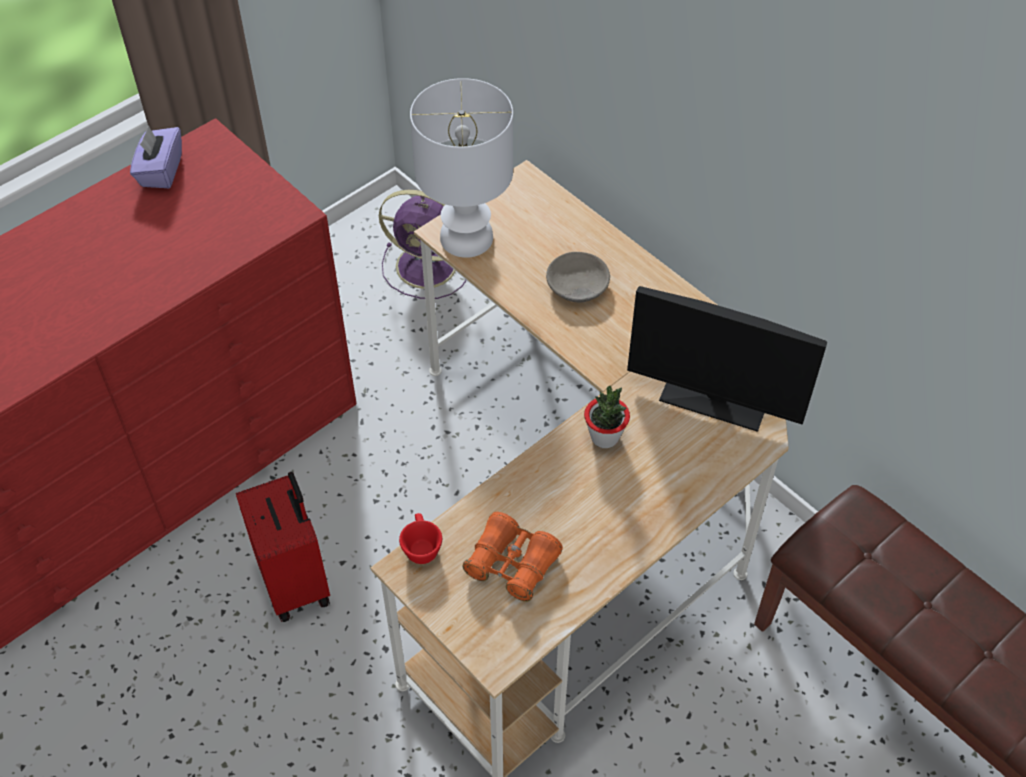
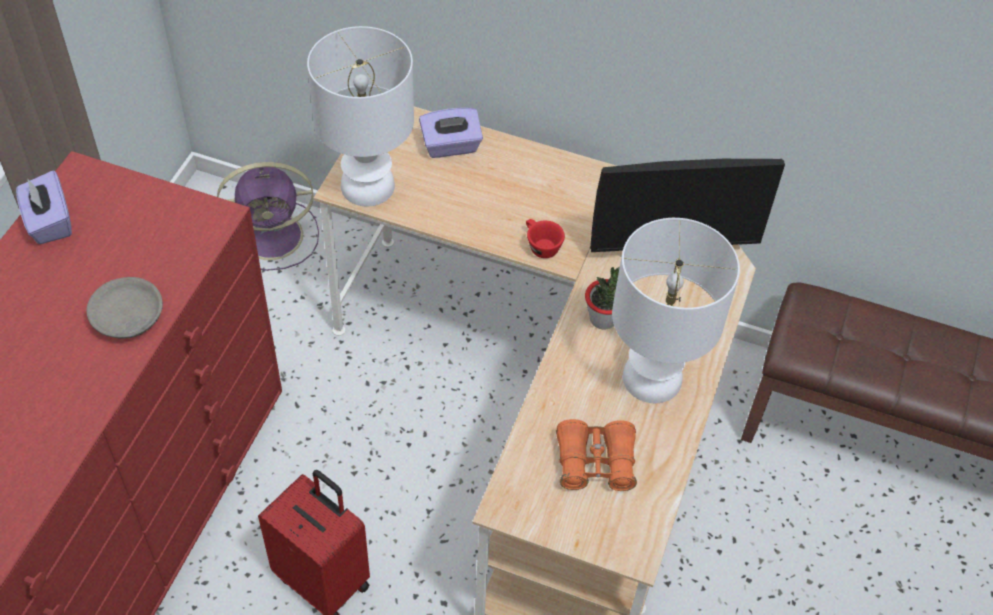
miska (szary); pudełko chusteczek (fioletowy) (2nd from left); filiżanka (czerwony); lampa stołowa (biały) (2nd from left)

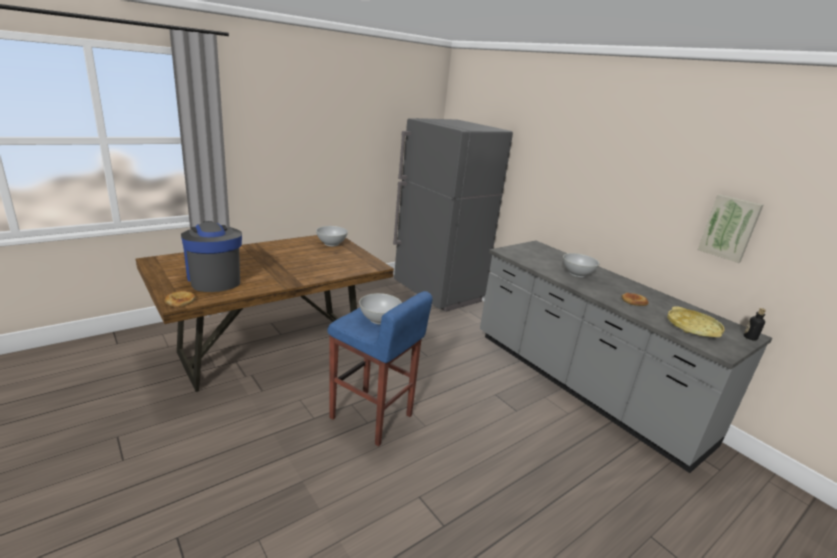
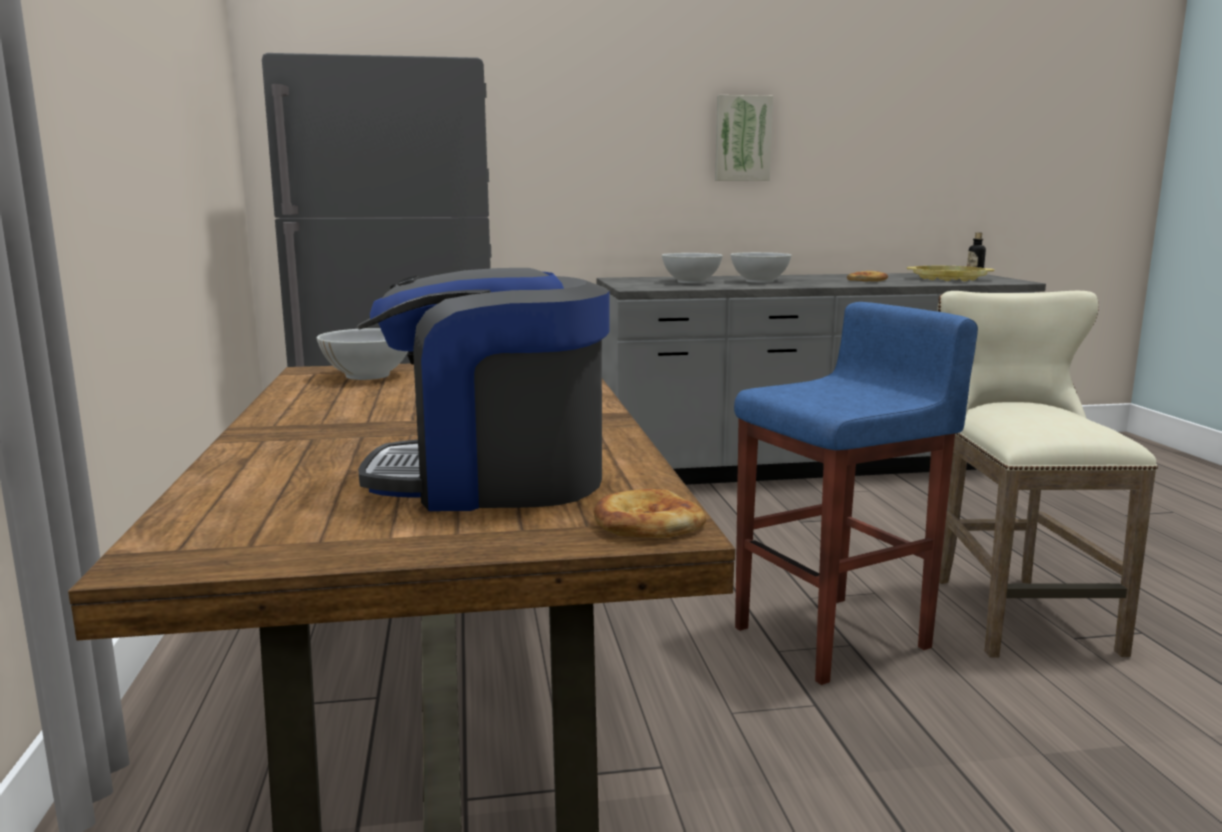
miska (biały) (2nd from left); obraz; stołek (beżowy)

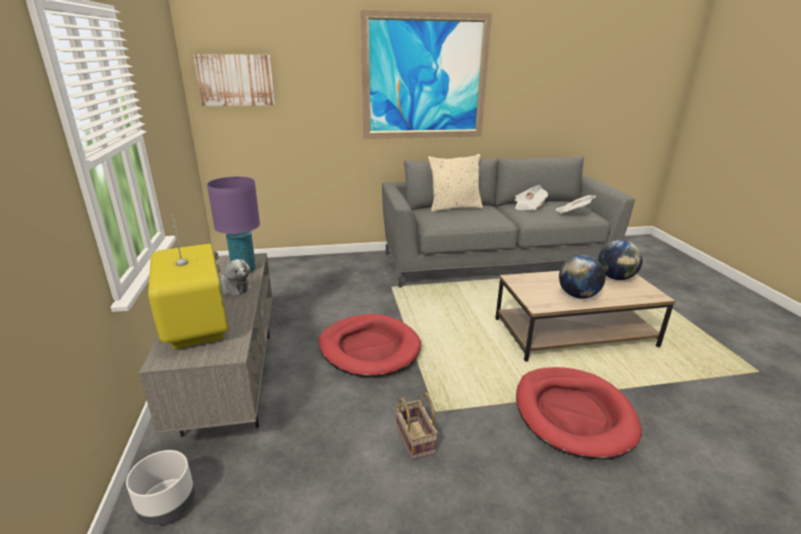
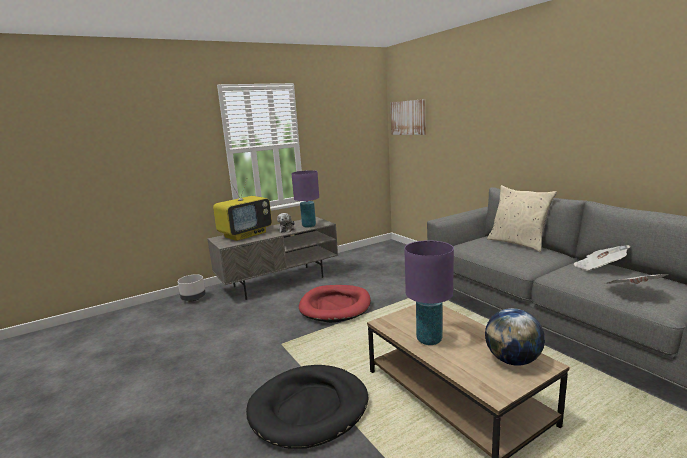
legowisko (czarny); lampa stołowa (fioletowy) (2nd from left); obraz (2nd from left in the first image); koszyk

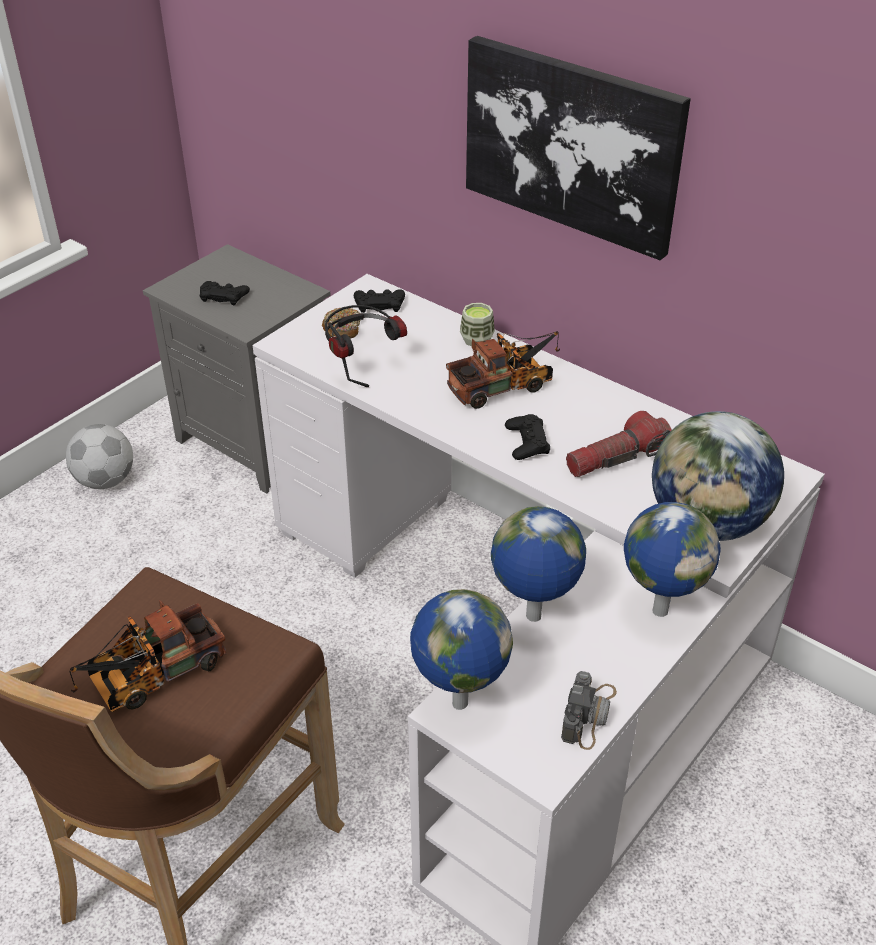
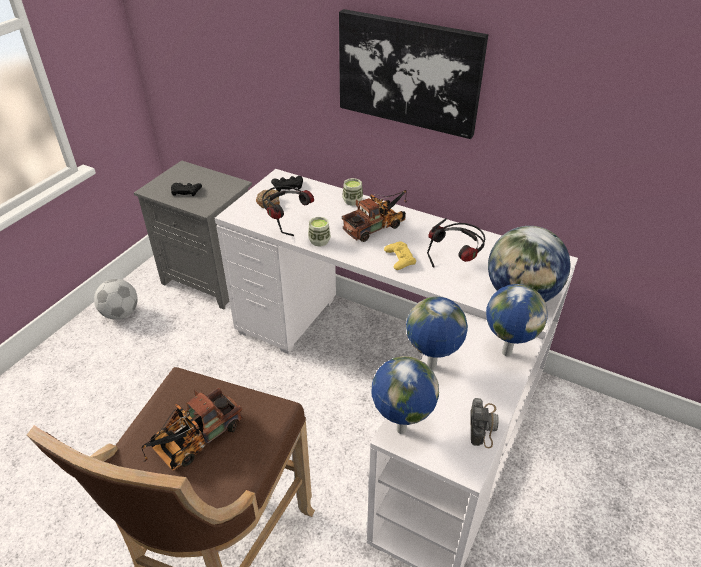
filiżanka (1st from left); pad do gier (żółty); słuchawki (2nd from left)

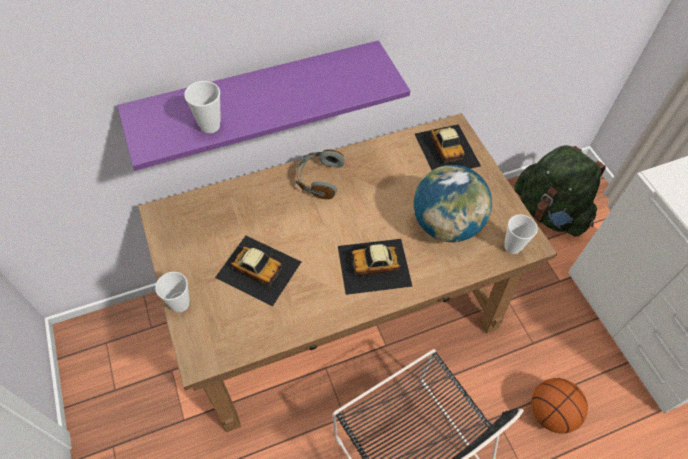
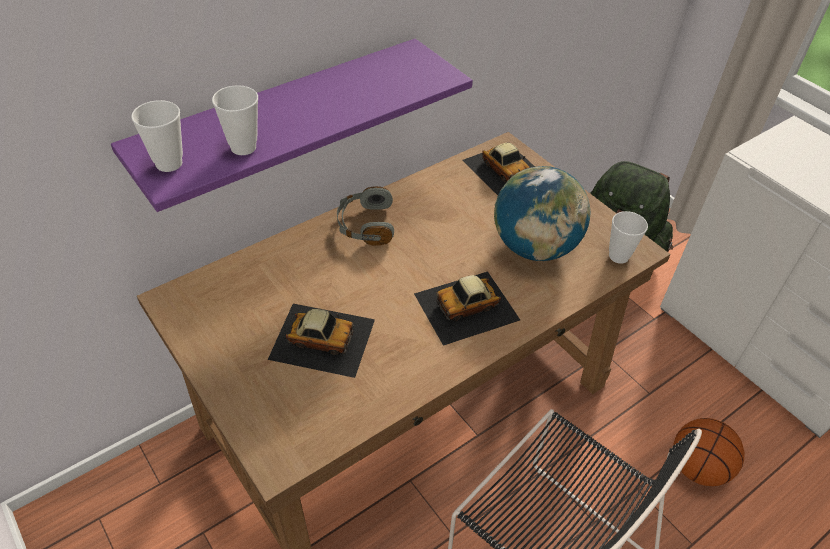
filiżanka (1st from left)

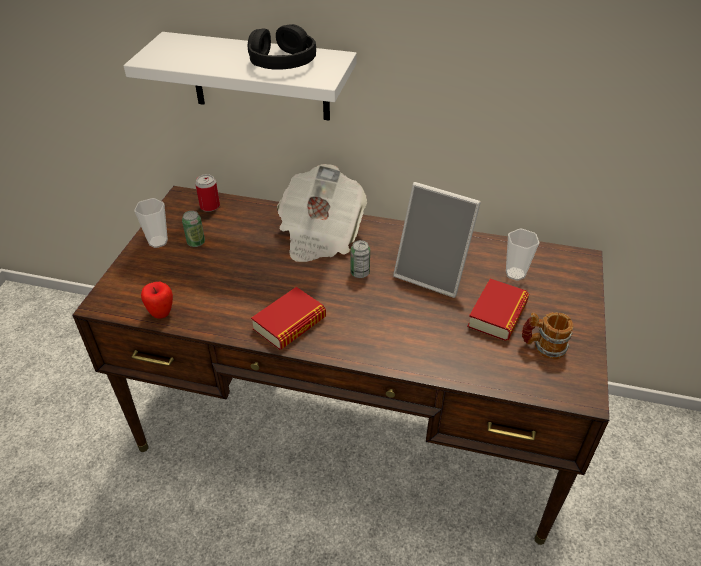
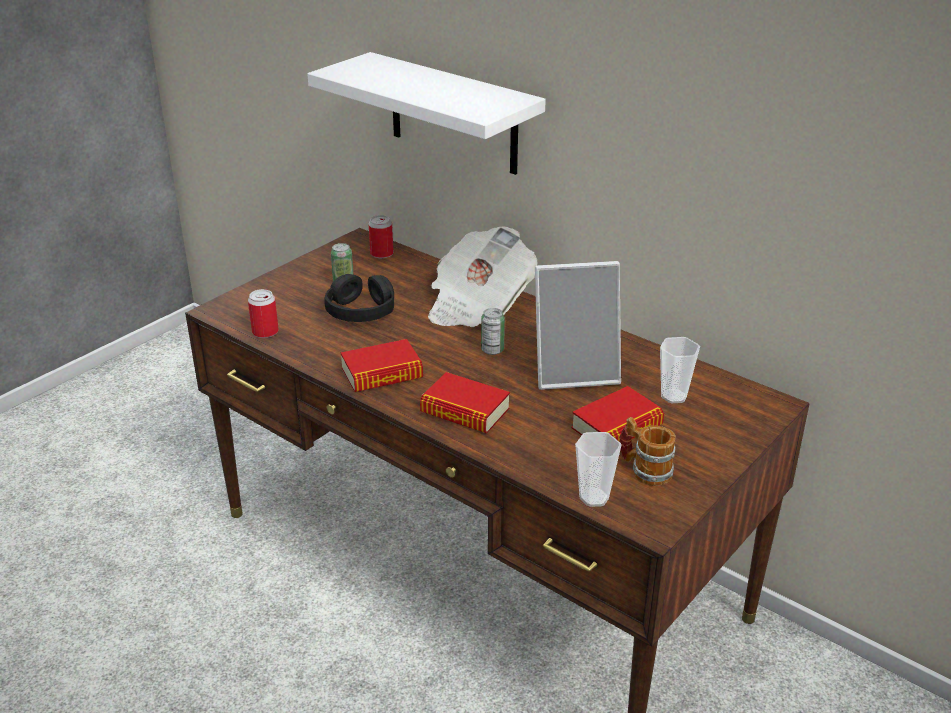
puszka (1st from left); słuchawki (czarny); książka (2nd from left); ramka na zdjęcie; filiżanka (1st from left)

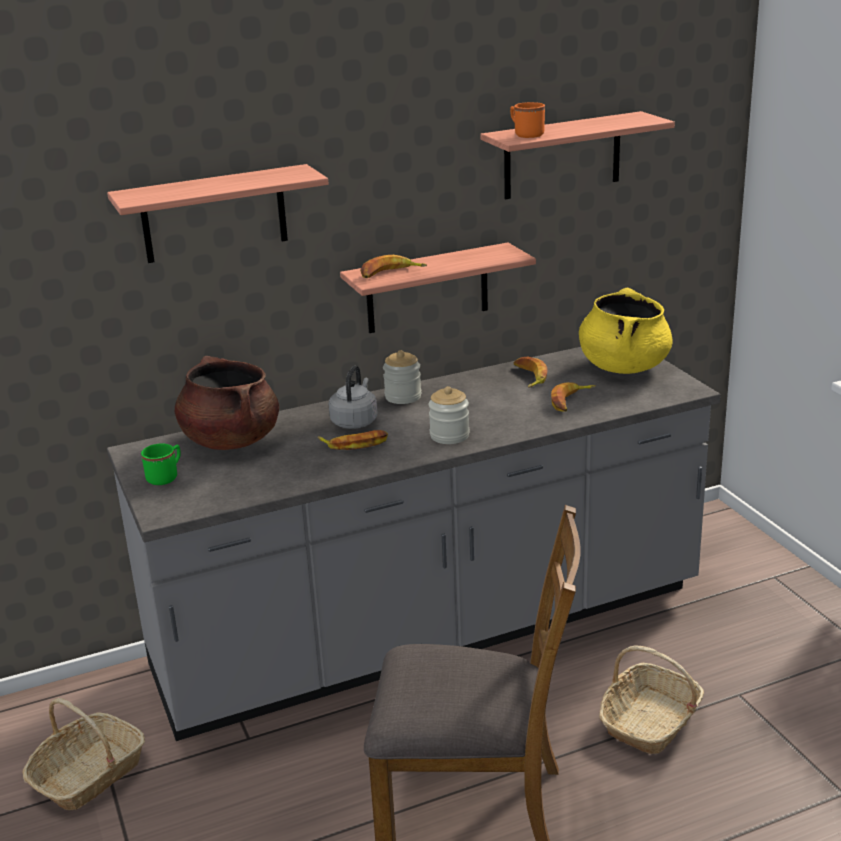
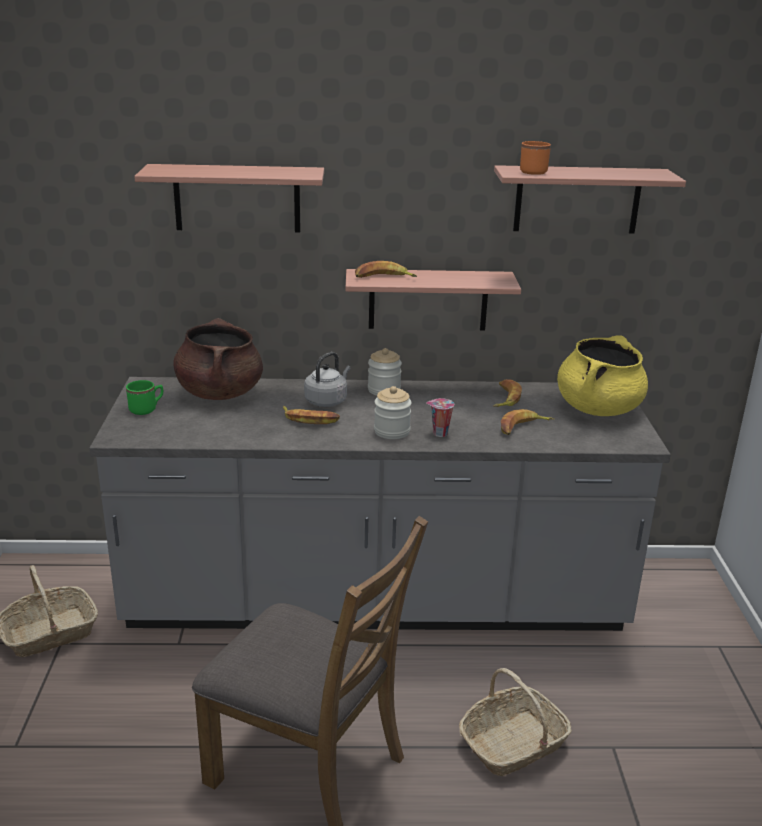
filiżanka

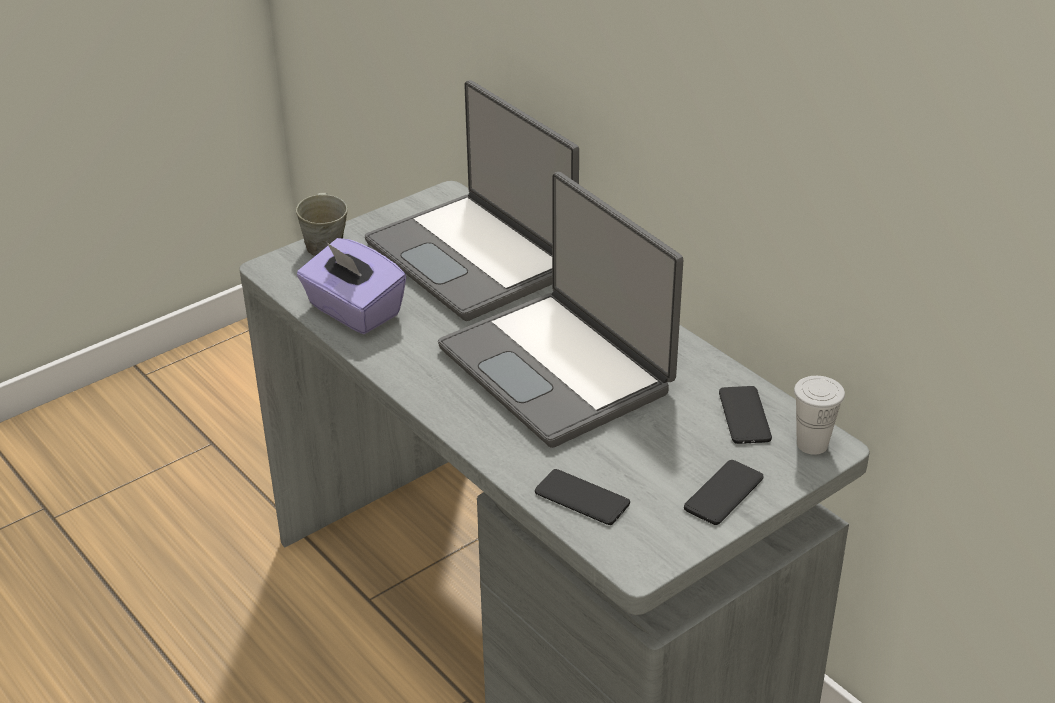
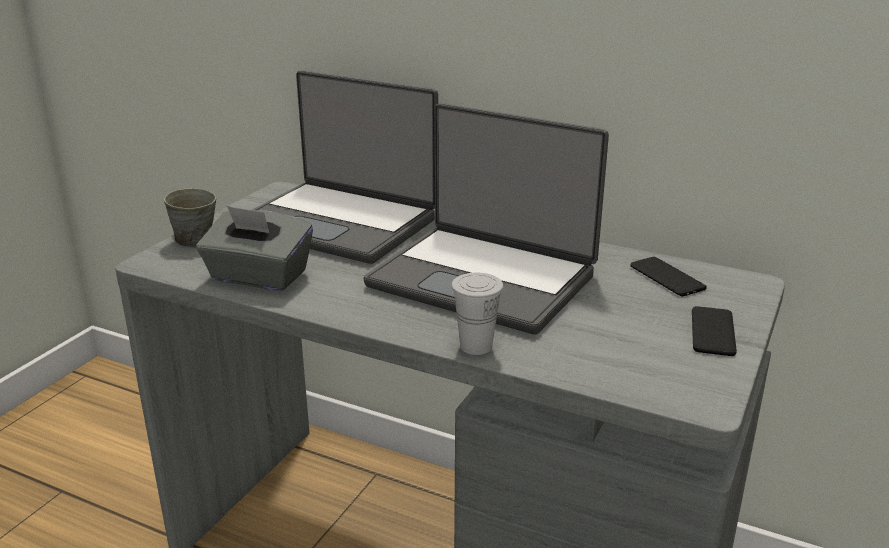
pudełko chusteczek (szary); filiżanka (biały); telefon (1st from left in the first image)

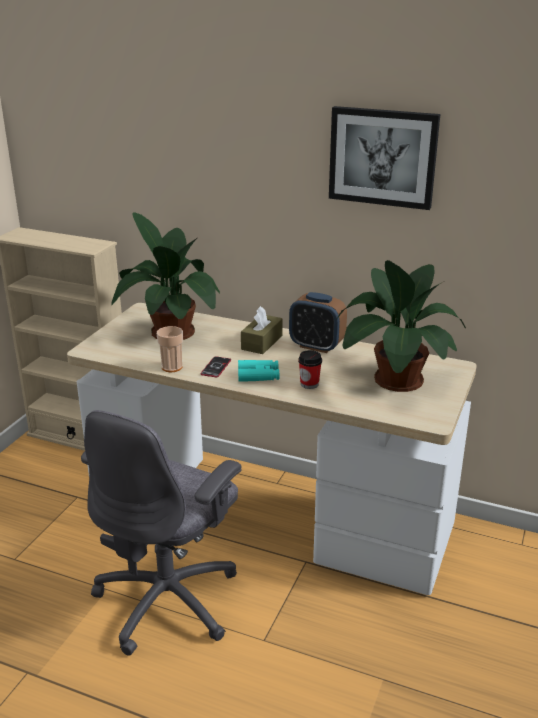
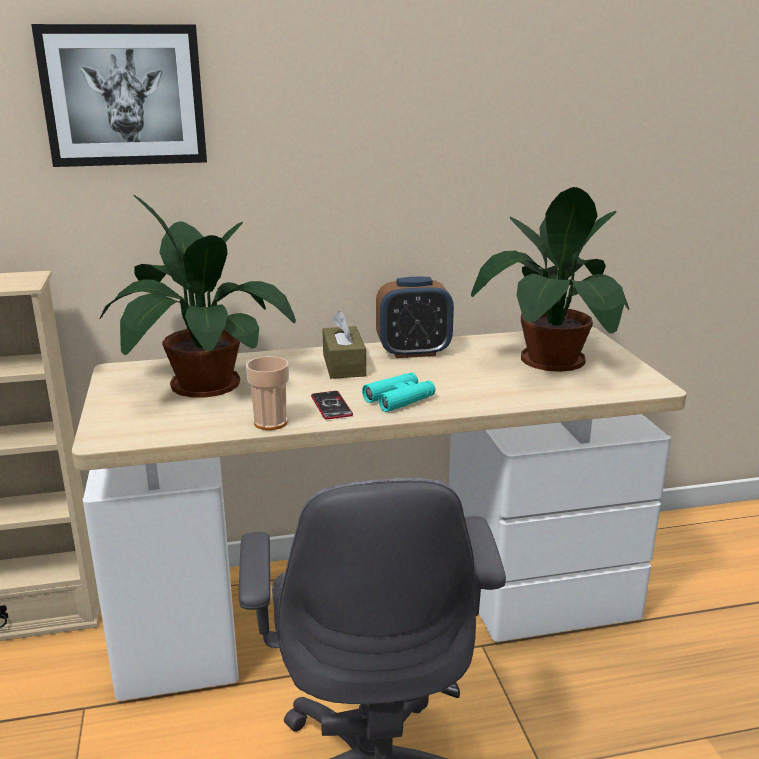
obraz; filiżanka (2nd from left in the first image)

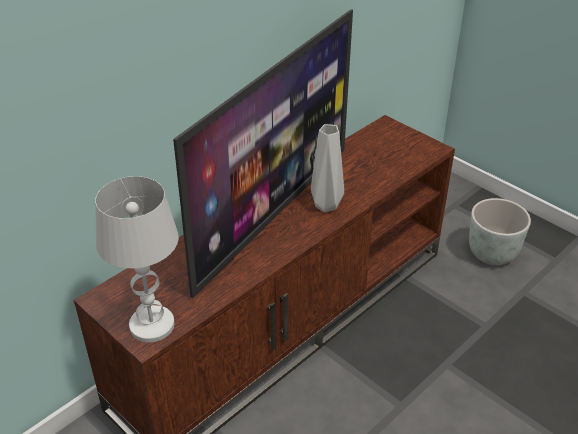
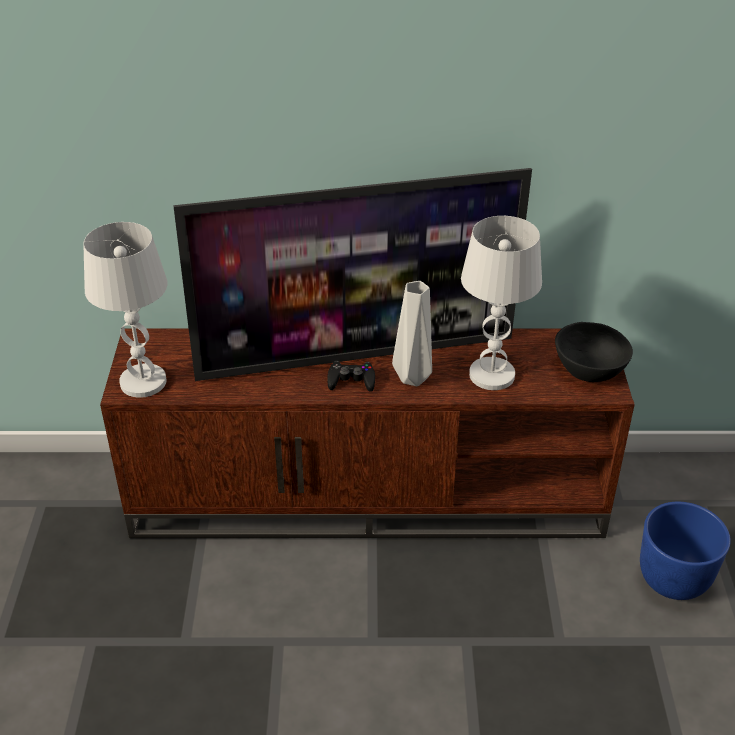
pad do gier (czarny); lampa stołowa (biały) (2nd from left); miska (czarny); donica (niebieski)

